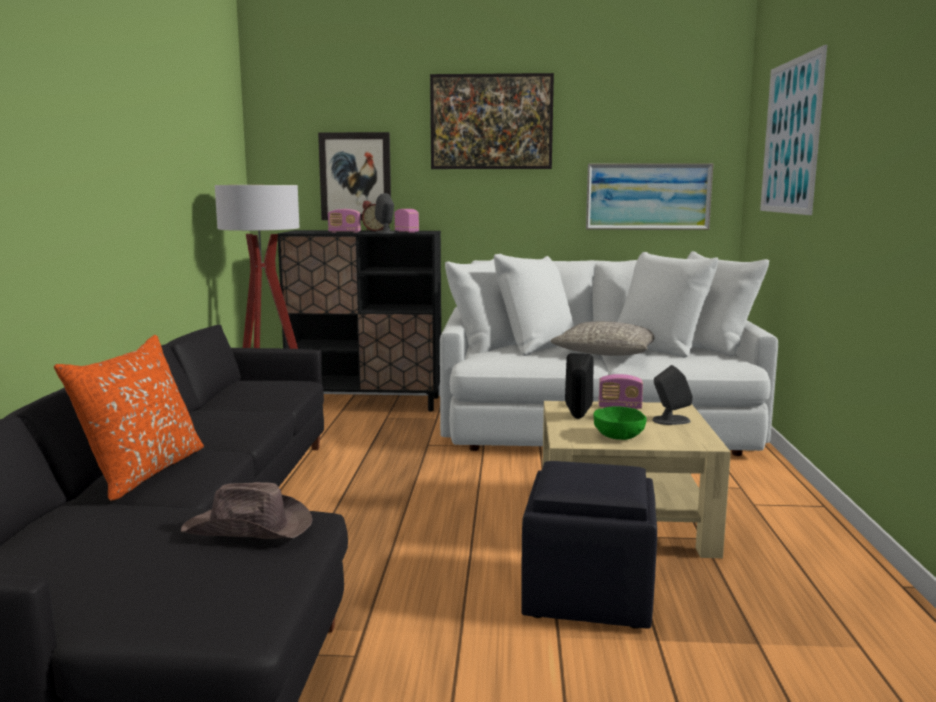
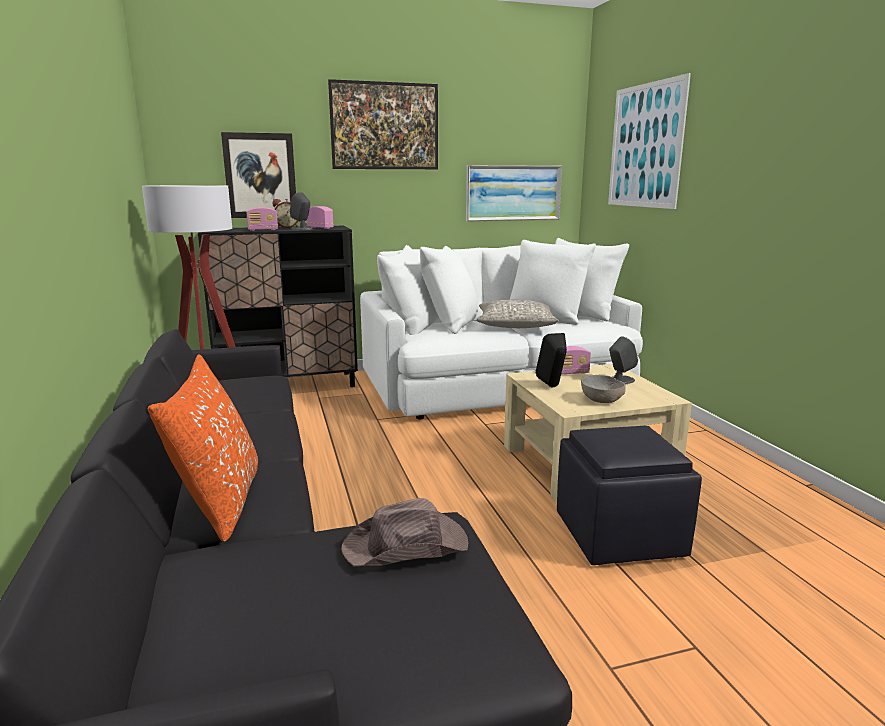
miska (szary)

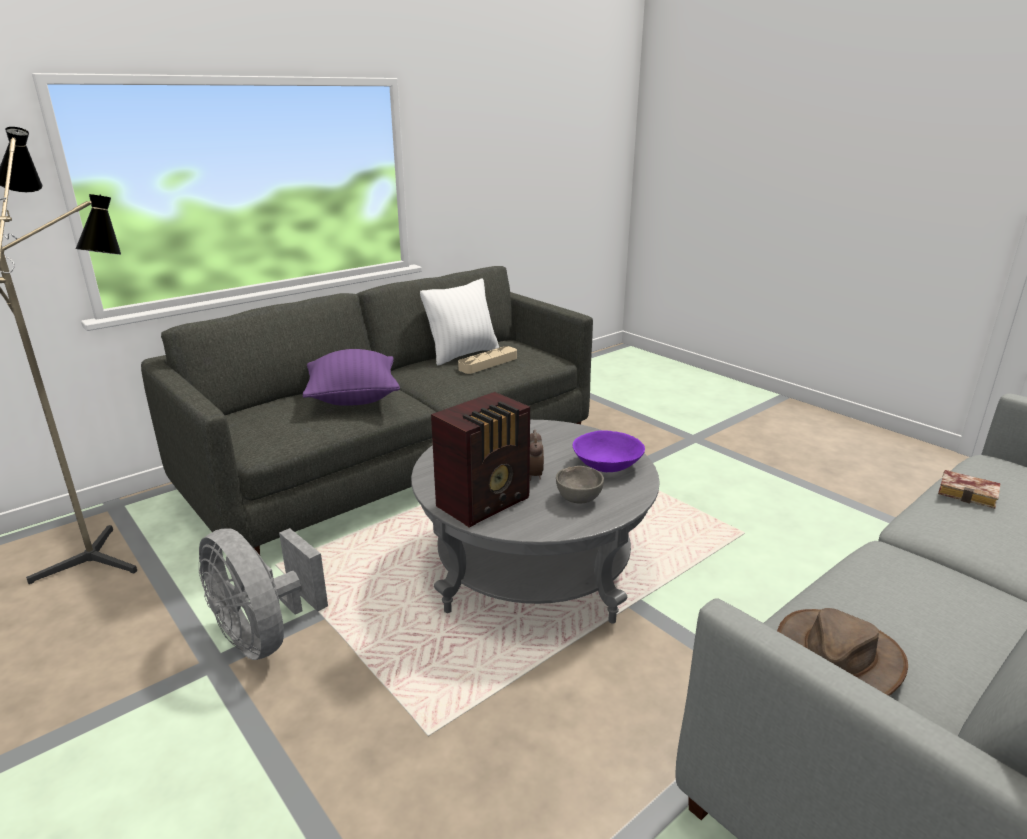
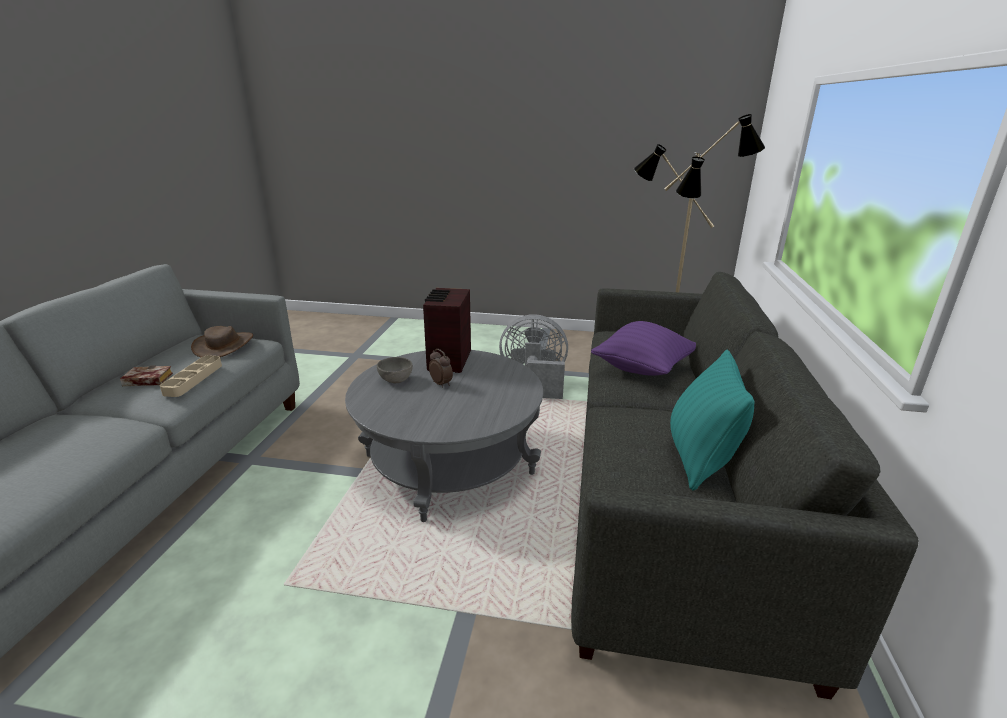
książka; taca (beżowy); poduszka (turkusowy); miska (fioletowy)

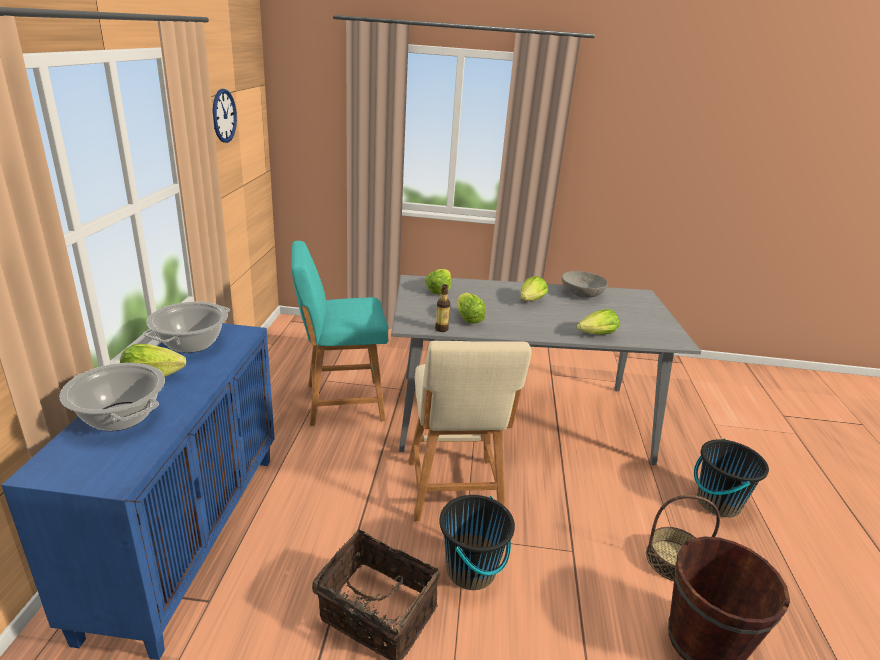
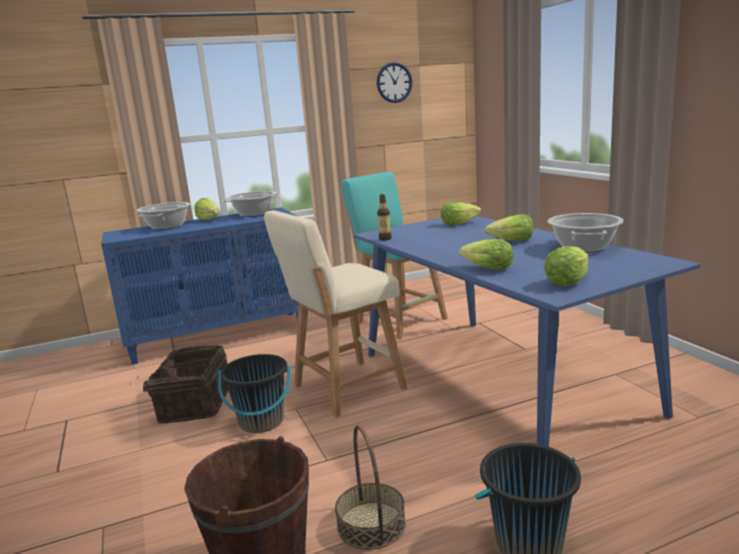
stół jadalny (niebieski); sałata (5th from left); garnek (3rd from left)

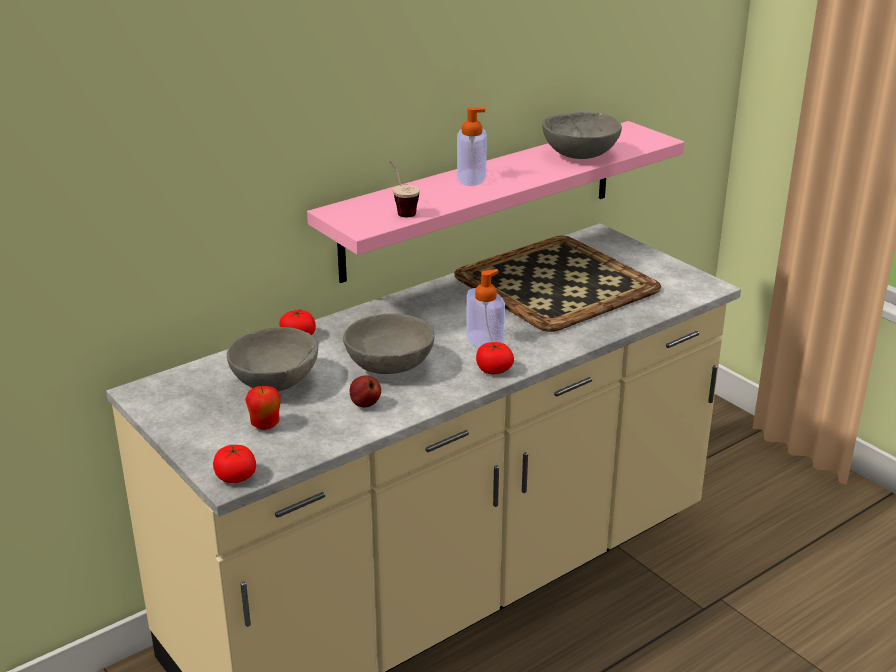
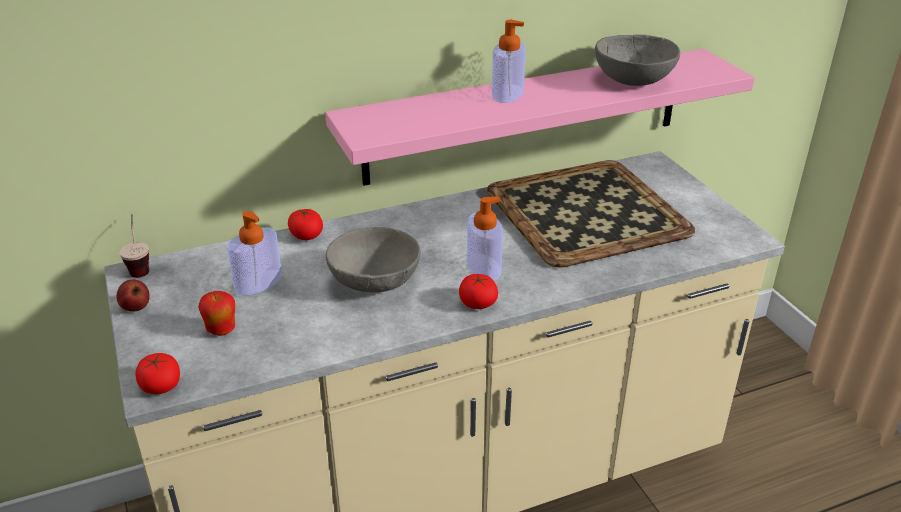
jabłko (1st from left); filiżanka; dozownik mydła (1st from left)

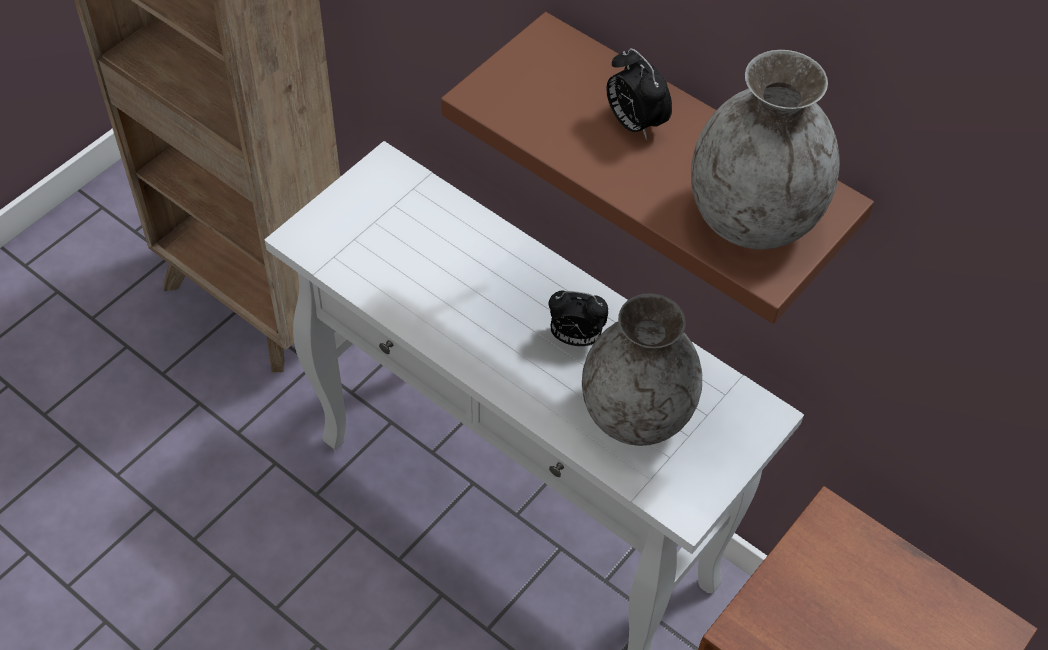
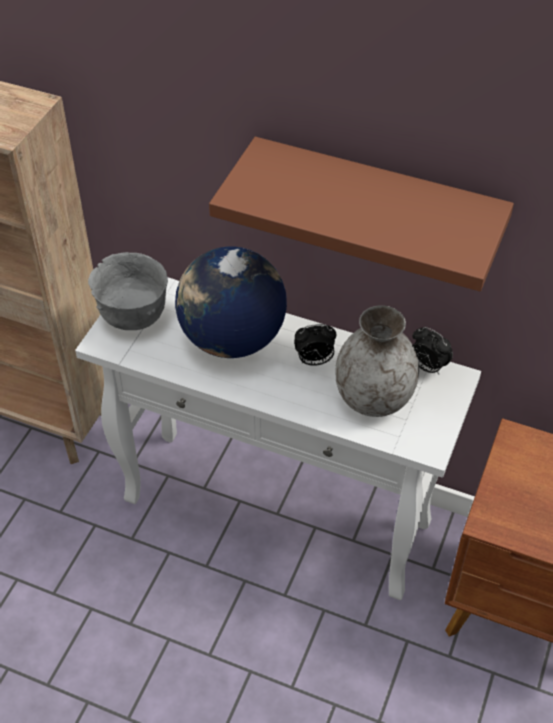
miska (szary); globus; budzik (2nd from left); wazon (szary) (2nd from left in the first image)

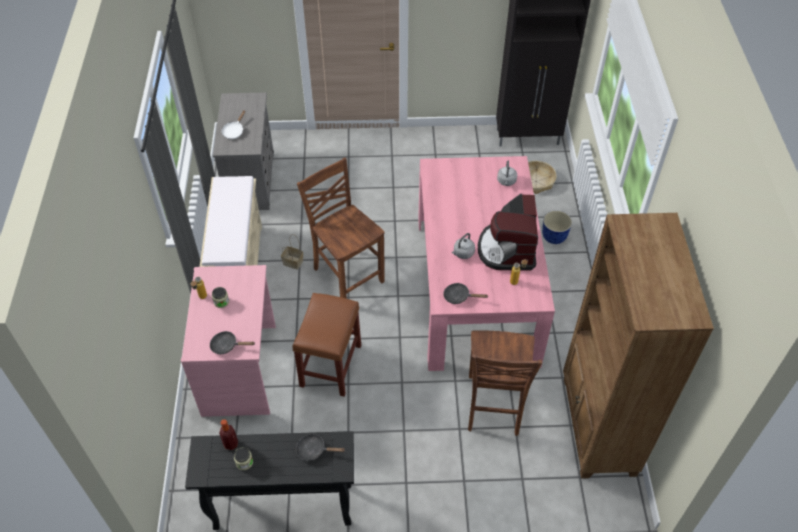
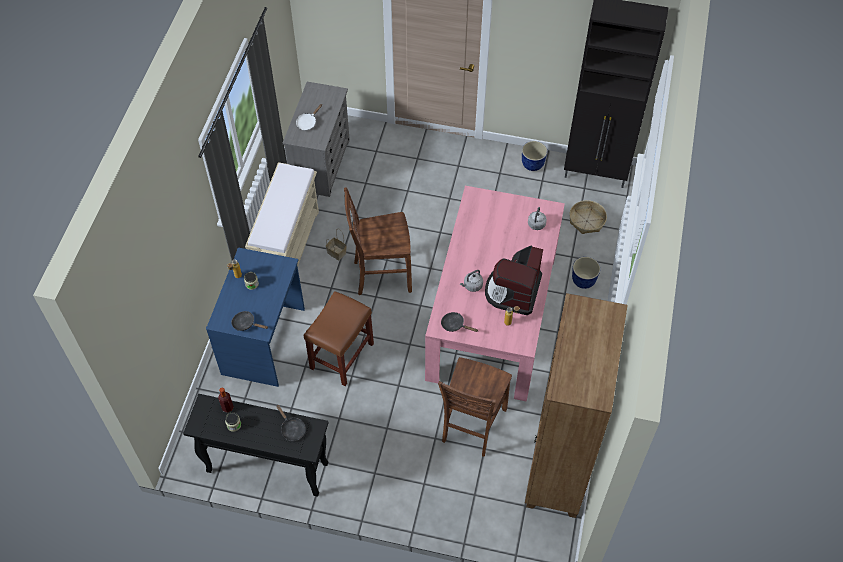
biurko (niebieski); patelnia (czarny) (2nd from left); krzesło (brązowy) (1st from left); donica (1st from left)

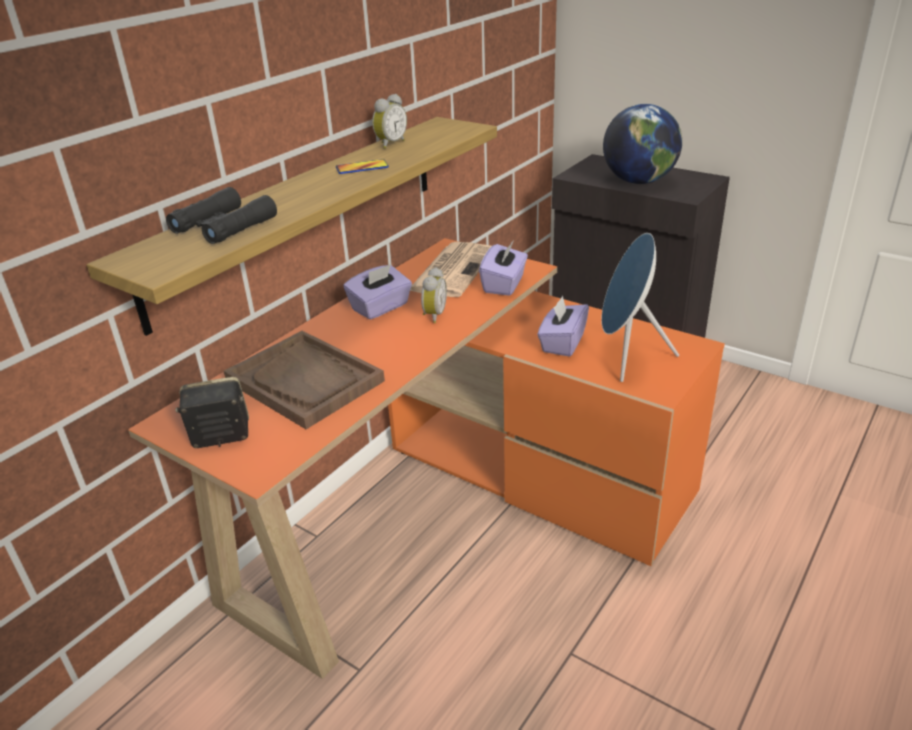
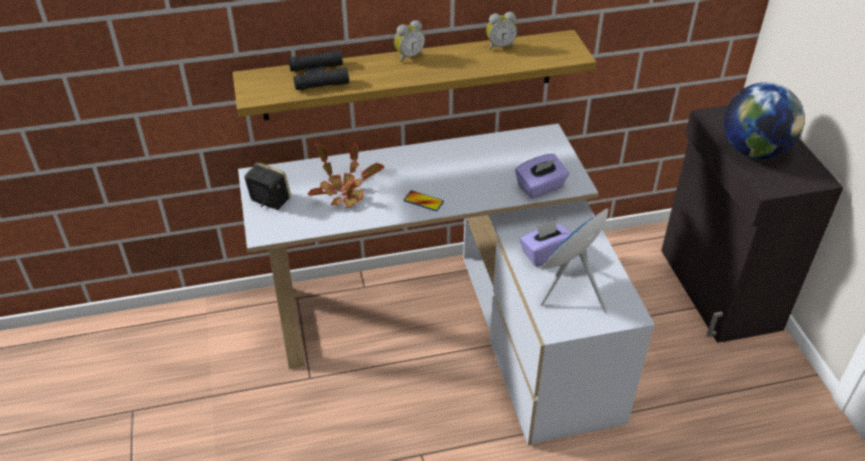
biurko (biały); roślina doniczkowa; budzik (1st from left); telefon; pudełko chusteczek (fioletowy) (1st from left in the first image); gazeta

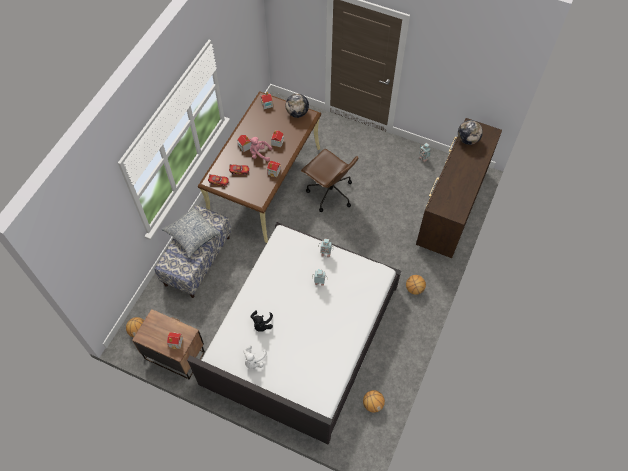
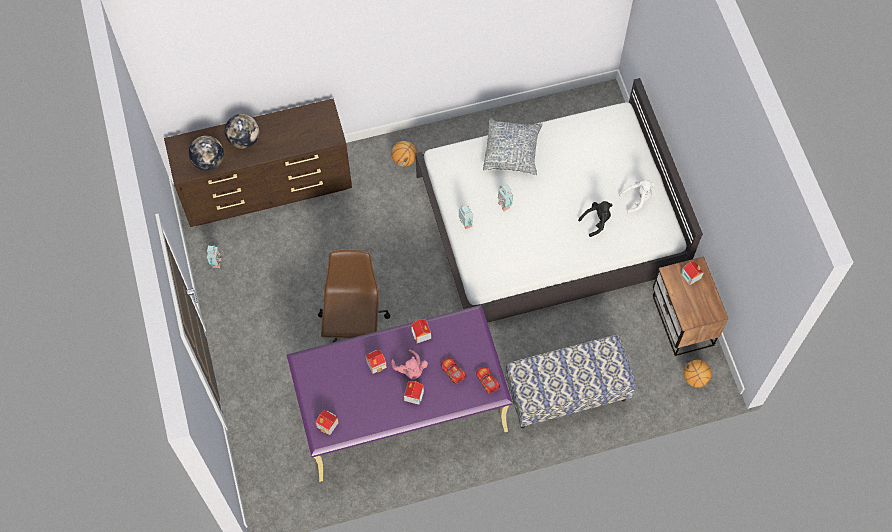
globus (2nd from left); biurko (fioletowy); poduszka; piłka do koszykówki (2nd from left in the first image)

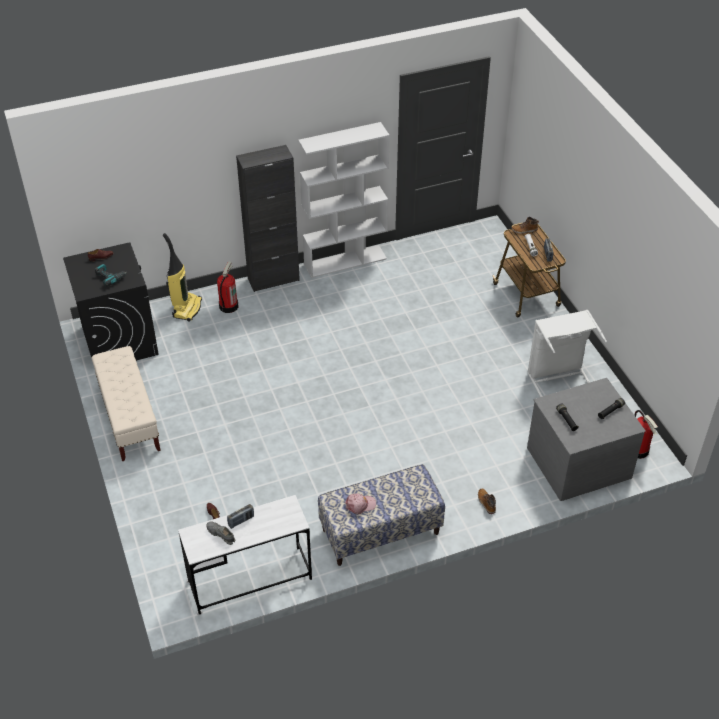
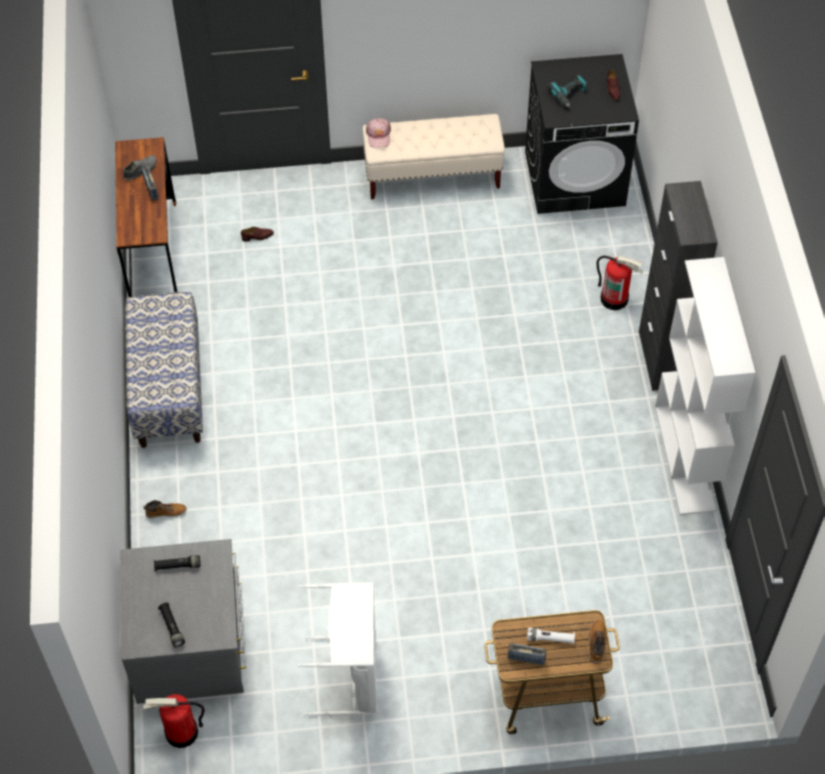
biurko (brązowy); czapka z daszkiem (różowy); odkurzacz

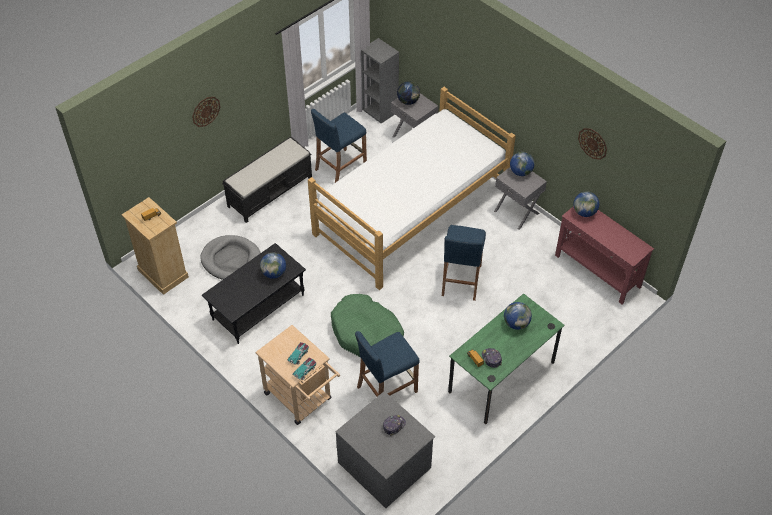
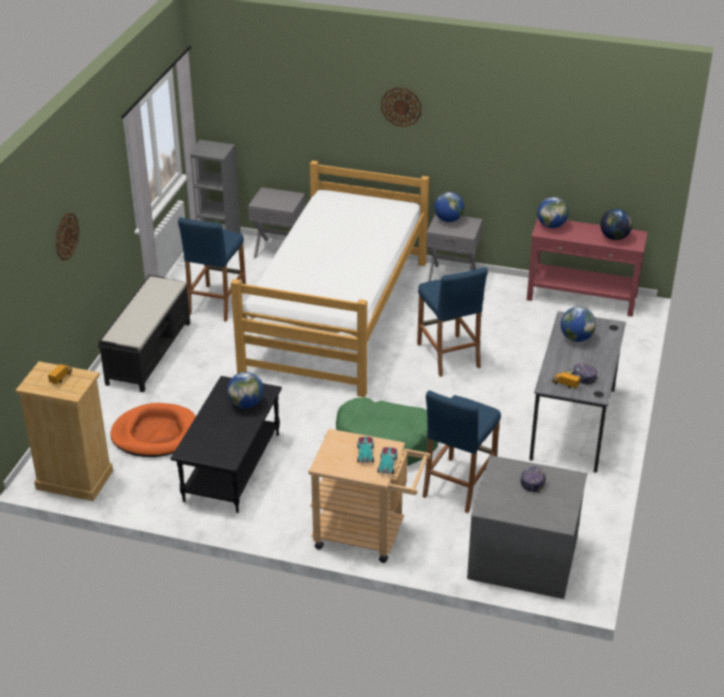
legowisko (pomarańczowy); zegar ścienny (2nd from left); biurko (szary); globus (5th from left)

